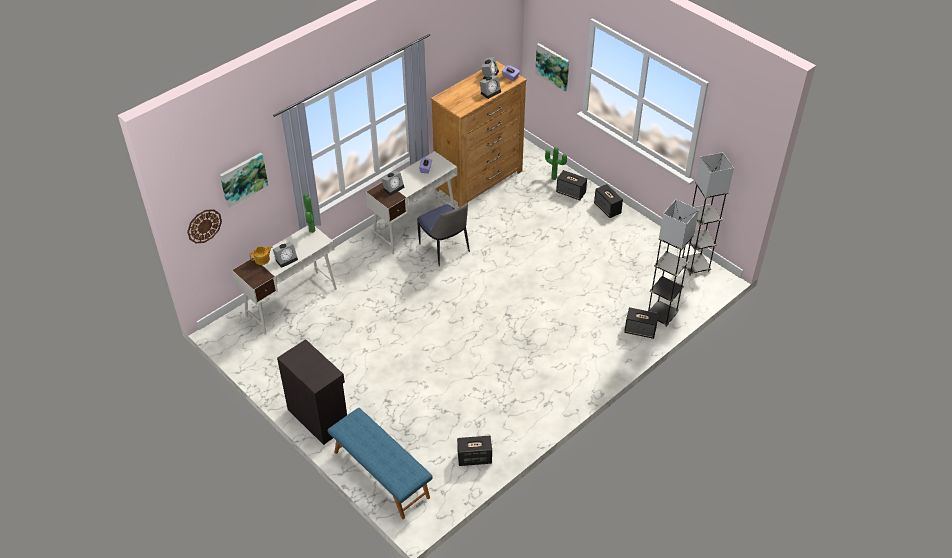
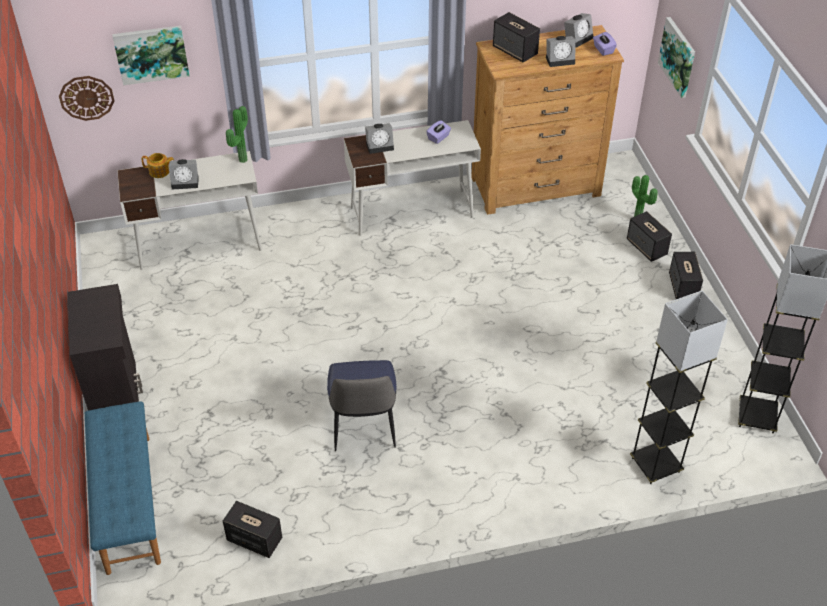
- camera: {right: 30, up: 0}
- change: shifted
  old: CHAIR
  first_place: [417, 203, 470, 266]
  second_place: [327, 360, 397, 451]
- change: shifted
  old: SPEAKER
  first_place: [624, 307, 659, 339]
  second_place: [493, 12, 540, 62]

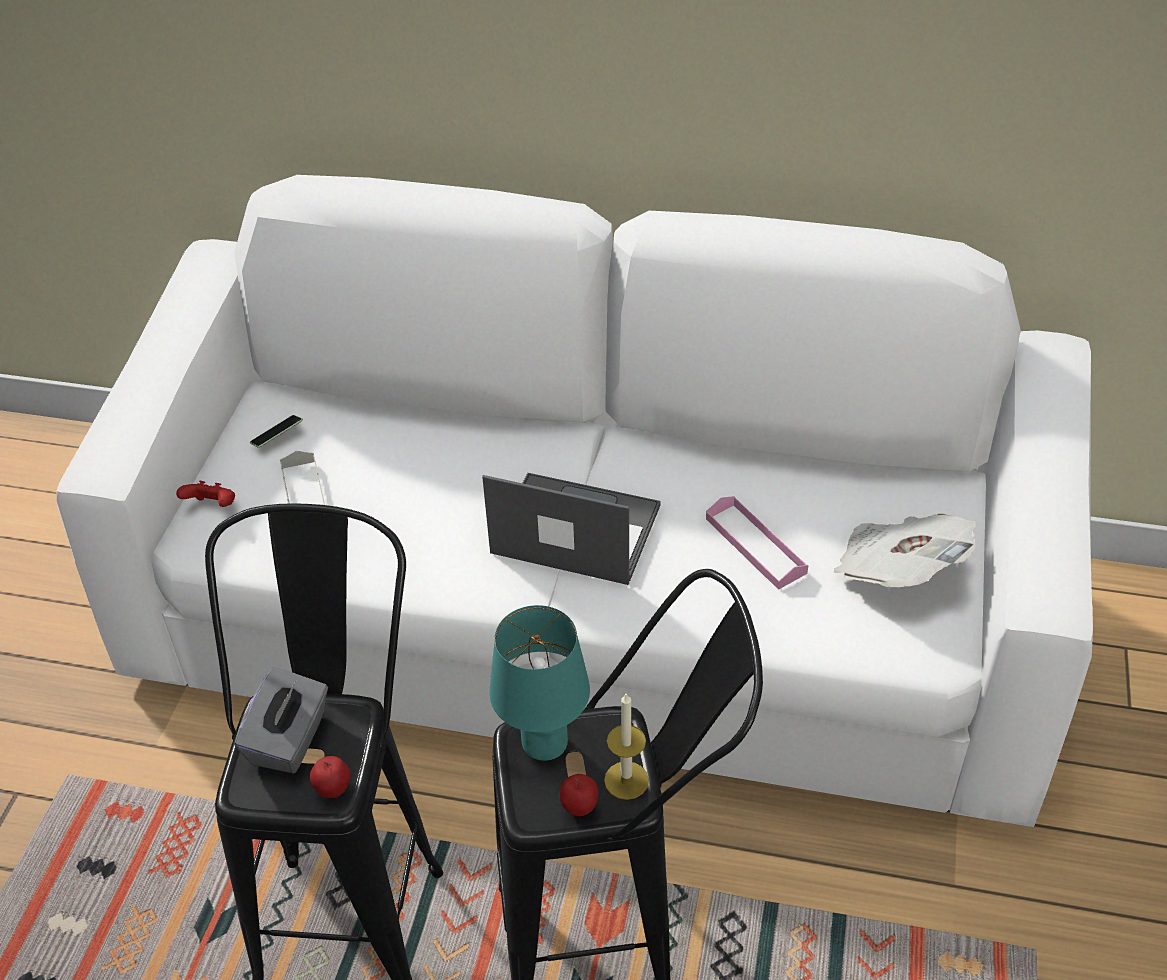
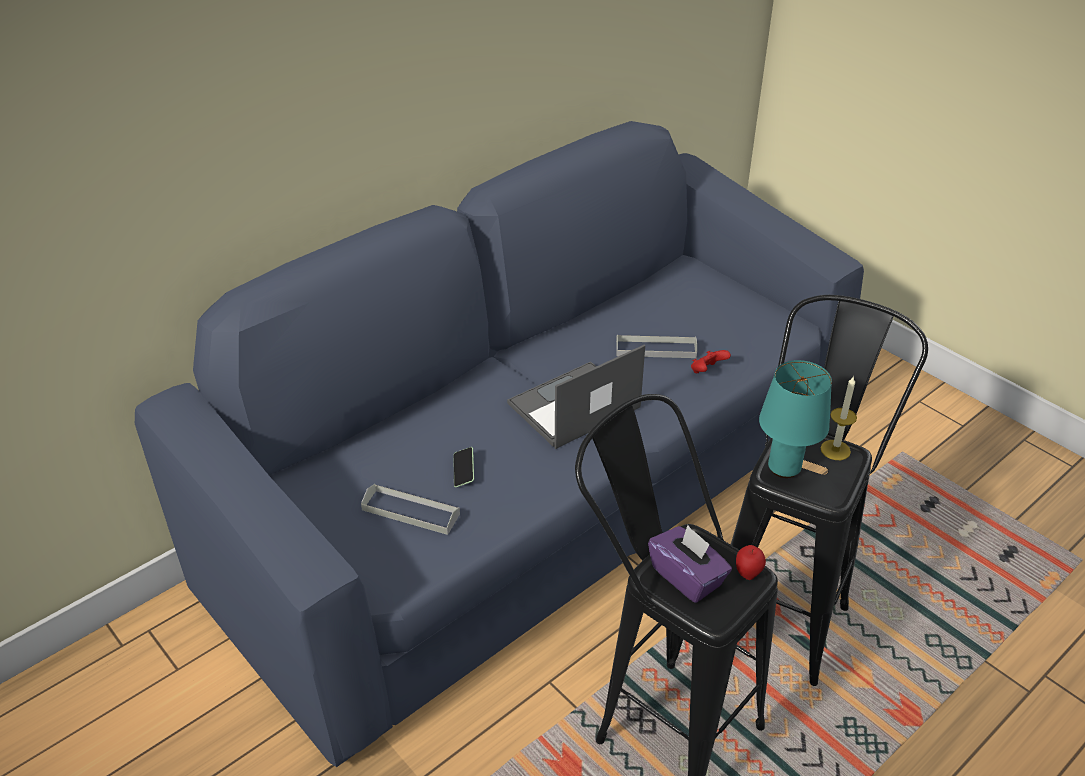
- camera: {right: -55, up: -5}
- change: repainted
  old: WHITE SOFA
  new: BLUE SOFA
  first_place: [57, 175, 1093, 827]
  second_place: [135, 121, 864, 767]
- change: shifted
  old: PHONE
  first_place: [250, 415, 303, 448]
  second_place: [453, 447, 474, 487]
- change: shifted
  old: RED GAME CONTROLLER
  first_place: [176, 481, 235, 507]
  second_place: [691, 350, 731, 373]
- change: repainted
  old: PINK TRAY
  new: GREY TRAY
  first_place: [706, 496, 808, 590]
  second_place: [616, 335, 697, 358]
- change: gone
  old: NEWSPAPER
  first_place: [834, 513, 977, 587]
- change: repainted
  old: GREY TISSUE BOX
  new: PURPLE TISSUE BOX
  first_place: [235, 667, 328, 774]
  second_place: [648, 525, 732, 603]
- change: gone
  old: APPLE
  first_place: [560, 774, 598, 816]

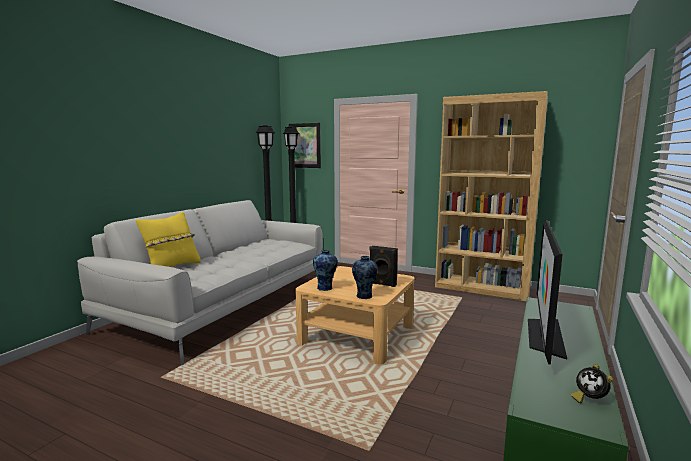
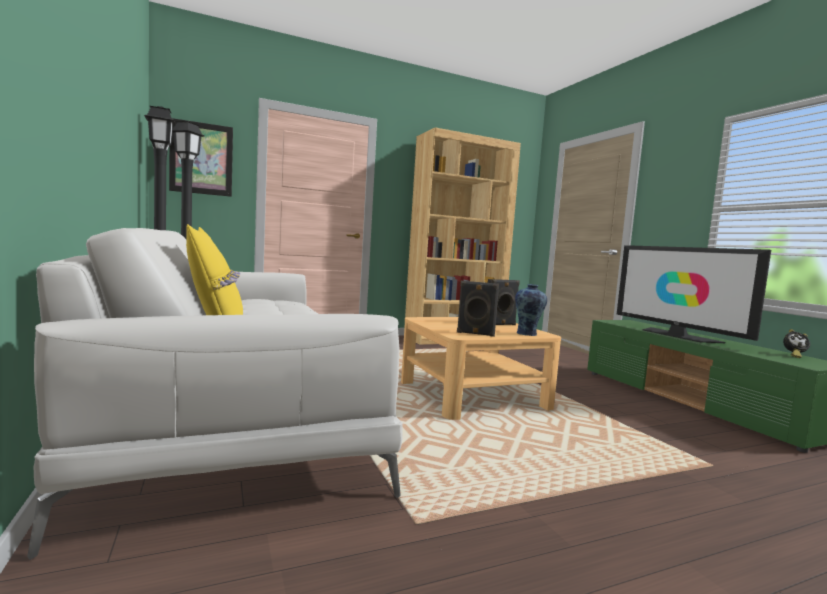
- camera: {right: -50, up: -5}
- change: swapped
  old: VASE
  new: BLACK SPEAKER
  first_place: [313, 250, 338, 291]
  second_place: [457, 281, 499, 337]

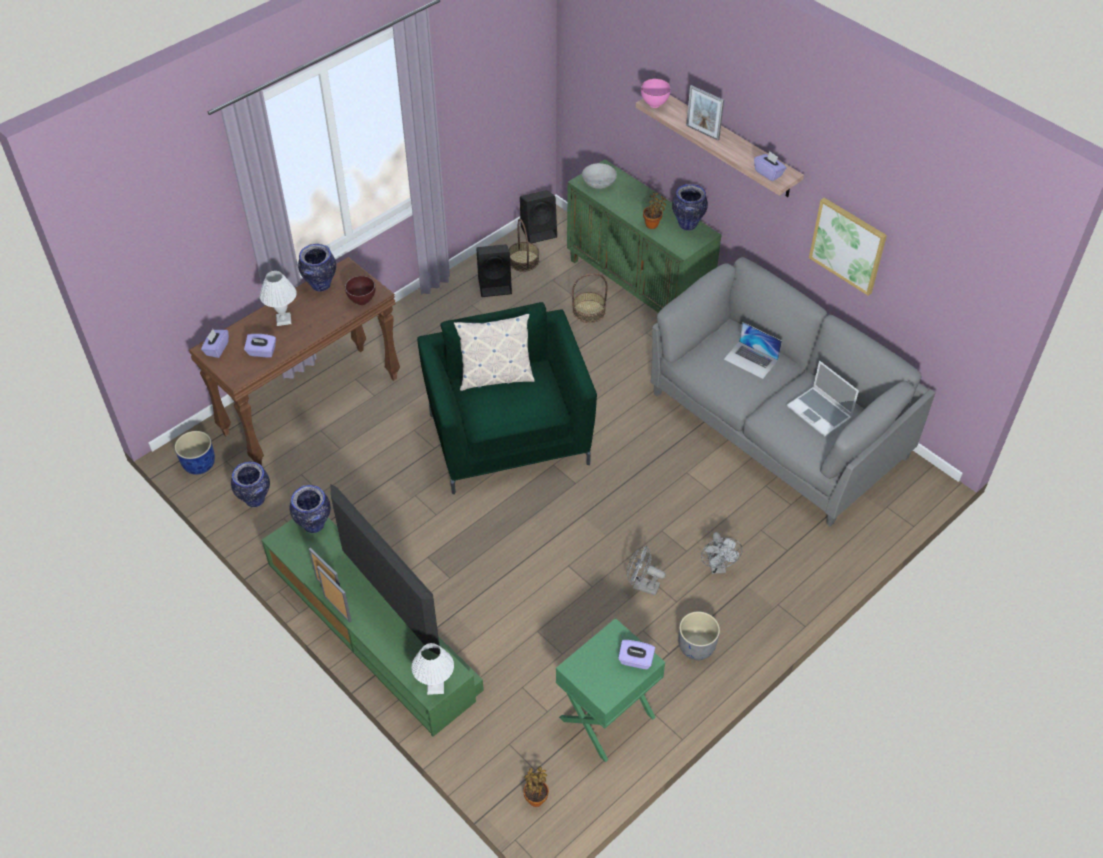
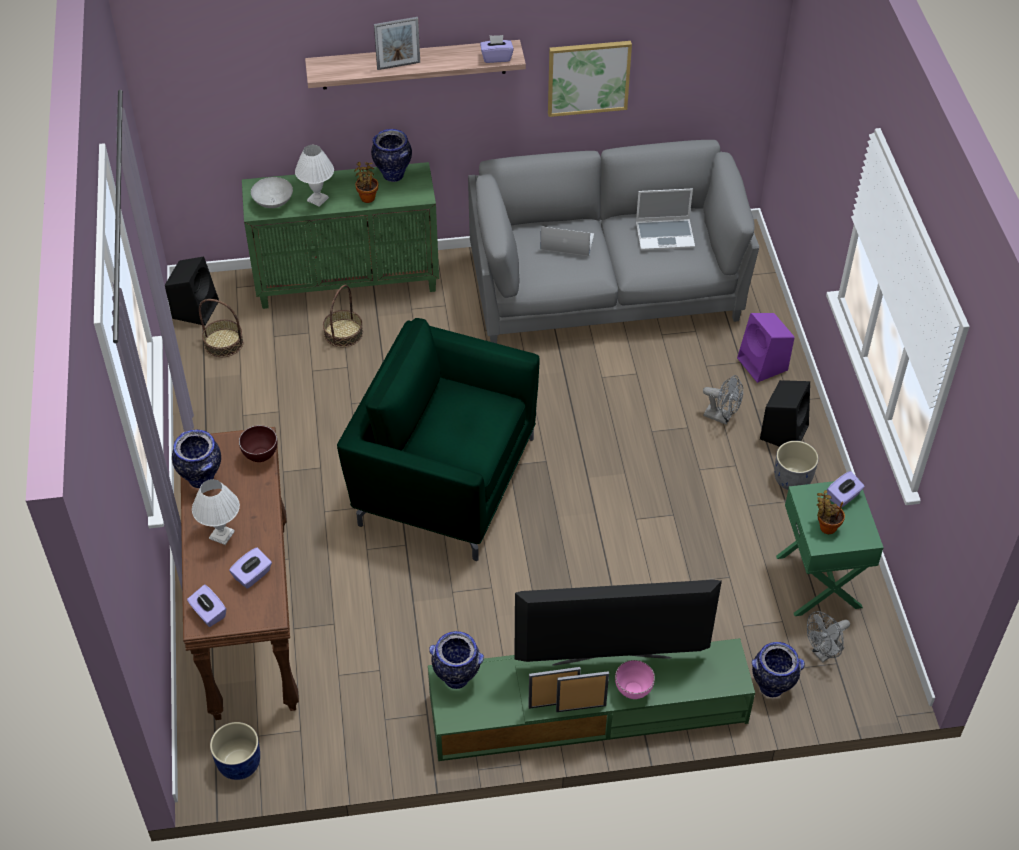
- camera: {right: -55, up: 0}
- change: shifted
  old: PINK BOWL
  first_place: [641, 78, 671, 108]
  second_place: [615, 660, 655, 699]
- change: shifted
  old: BLACK SPEAKER
  first_place: [476, 244, 512, 297]
  second_place: [760, 380, 810, 447]
- change: gone
  old: PILLOW
  first_place: [454, 314, 535, 391]
- change: rotated
  old: LAPTOP
  first_place: [724, 322, 782, 379]
  second_place: [540, 226, 594, 256]
  degrees: -150
- change: shifted
  old: VASE
  first_place: [231, 462, 270, 507]
  second_place: [752, 642, 805, 697]
- change: shifted
  old: GREY FAN
  first_place: [627, 546, 666, 595]
  second_place: [807, 611, 850, 662]
- change: shifted
  old: WHITE TABLE LAMP
  first_place: [412, 643, 454, 695]
  second_place: [295, 145, 334, 207]
- change: shifted
  old: POTTED PLANT
  first_place: [523, 767, 549, 807]
  second_place: [817, 490, 845, 534]
- change: new
  new: PURPLE SPEAKER
  second_place: [737, 313, 795, 383]

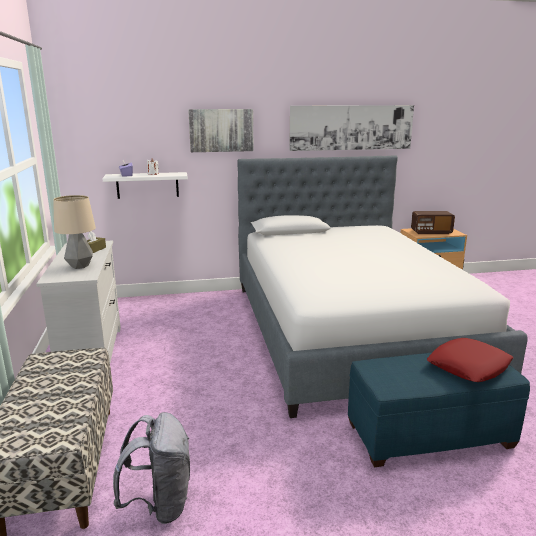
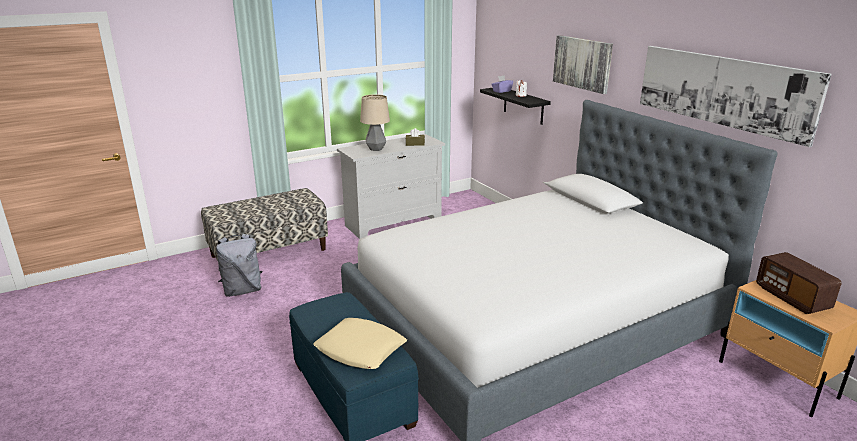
- camera: {right: 70, up: 5}
- change: repainted
  old: WHITE SHELF
  new: BLACK SHELF
  first_place: [102, 172, 188, 199]
  second_place: [480, 88, 551, 125]
- change: repainted
  old: RED PILLOW
  new: BEIGE PILLOW
  first_place: [427, 338, 513, 382]
  second_place: [313, 318, 407, 369]

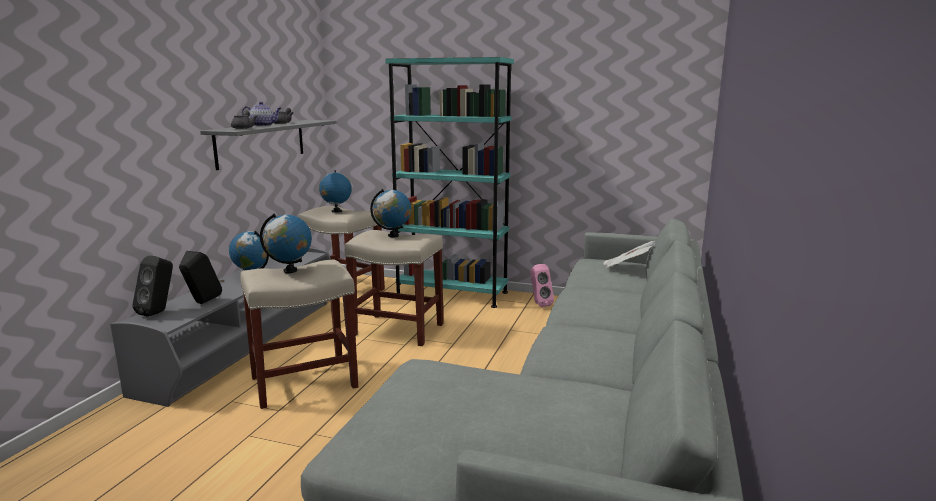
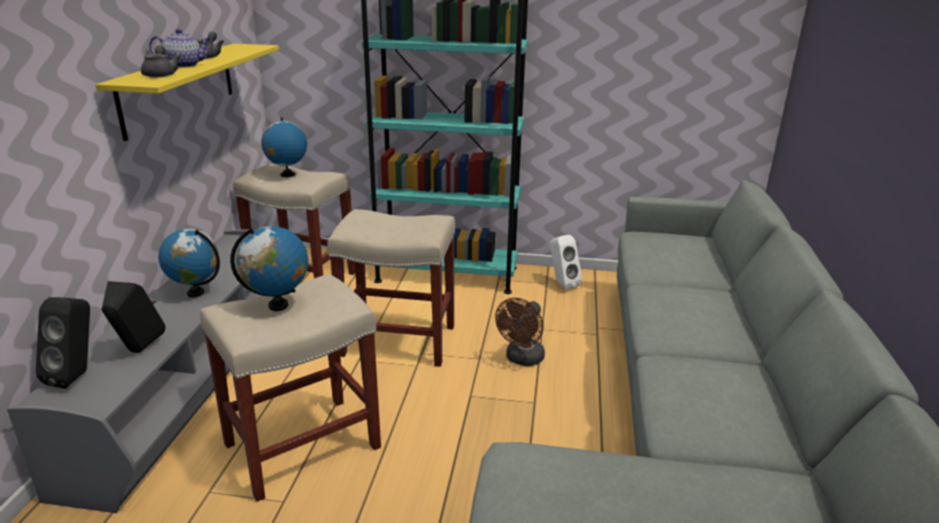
- camera: {right: -10, up: 10}
- change: repainted
  old: GREY SHELF
  new: YELLOW SHELF
  first_place: [200, 120, 337, 170]
  second_place: [95, 44, 279, 141]
- change: gone
  old: GLOBE
  first_place: [370, 189, 411, 238]
- change: gone
  old: NEWSPAPER
  first_place: [603, 241, 655, 268]
- change: repainted
  old: PINK SPEAKER
  new: WHITE SPEAKER
  first_place: [530, 264, 554, 307]
  second_place: [550, 235, 582, 290]
- change: new
  new: BROWN FAN
  second_place: [495, 298, 545, 366]

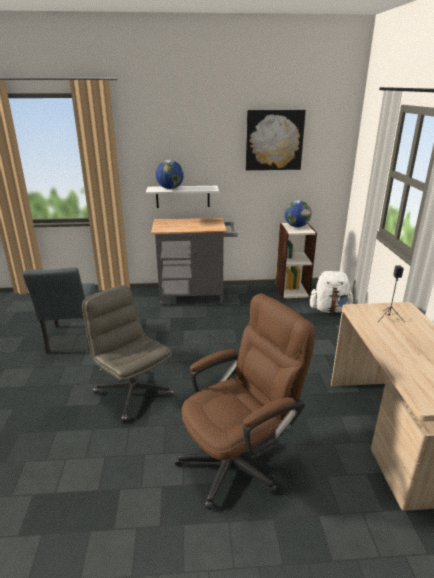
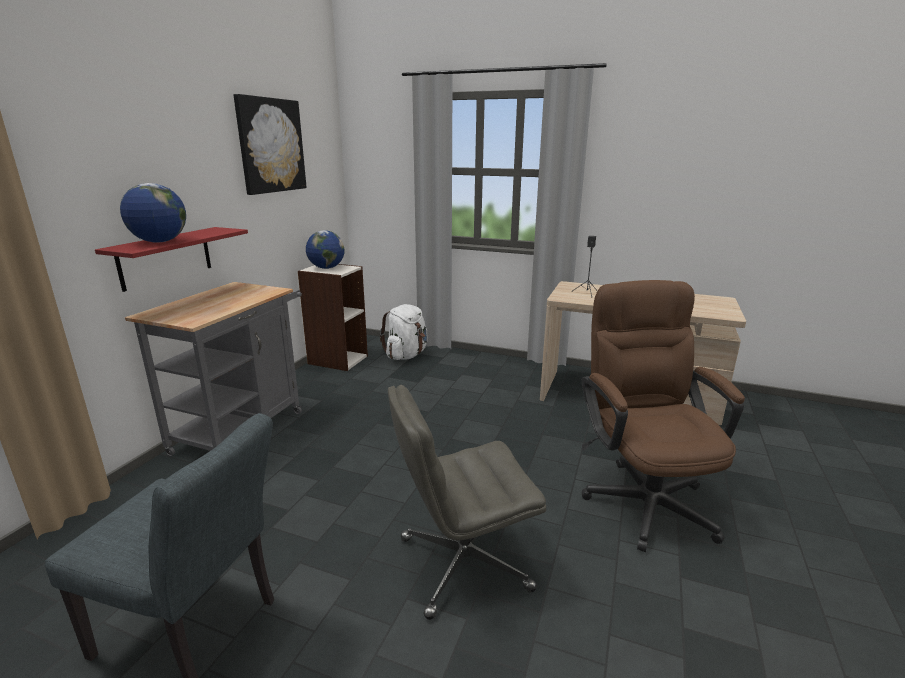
- camera: {right: -65, up: -5}
- change: repainted
  old: WHITE SHELF
  new: RED SHELF
  first_place: [146, 186, 219, 208]
  second_place: [95, 227, 248, 292]

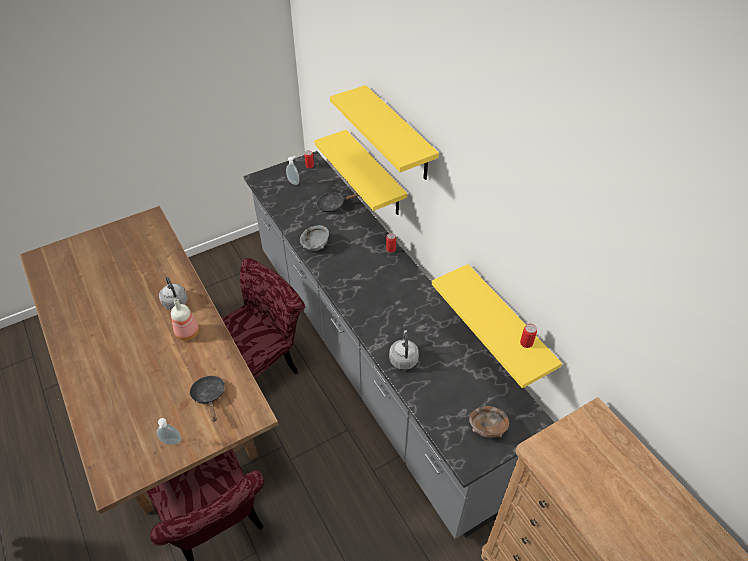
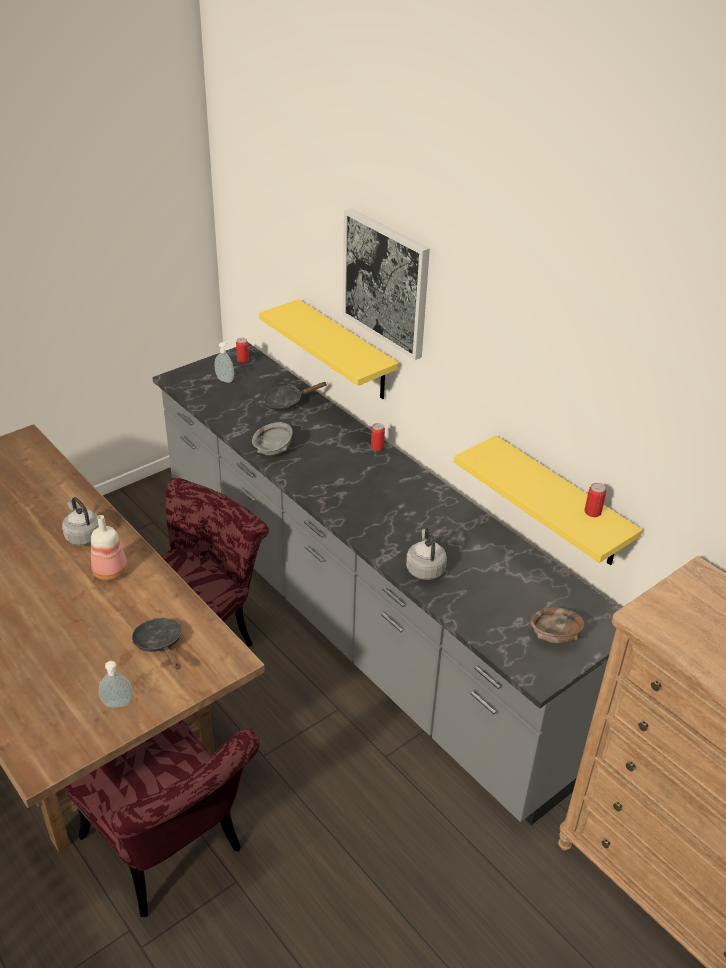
- camera: {right: -10, up: -10}
- change: swapped
  old: YELLOW SHELF
  new: PICTURE
  first_place: [330, 85, 439, 180]
  second_place: [342, 208, 430, 360]

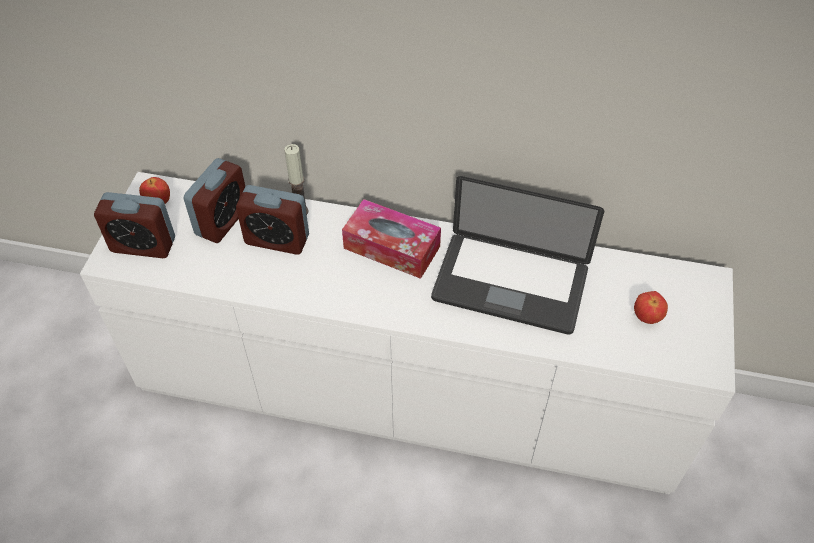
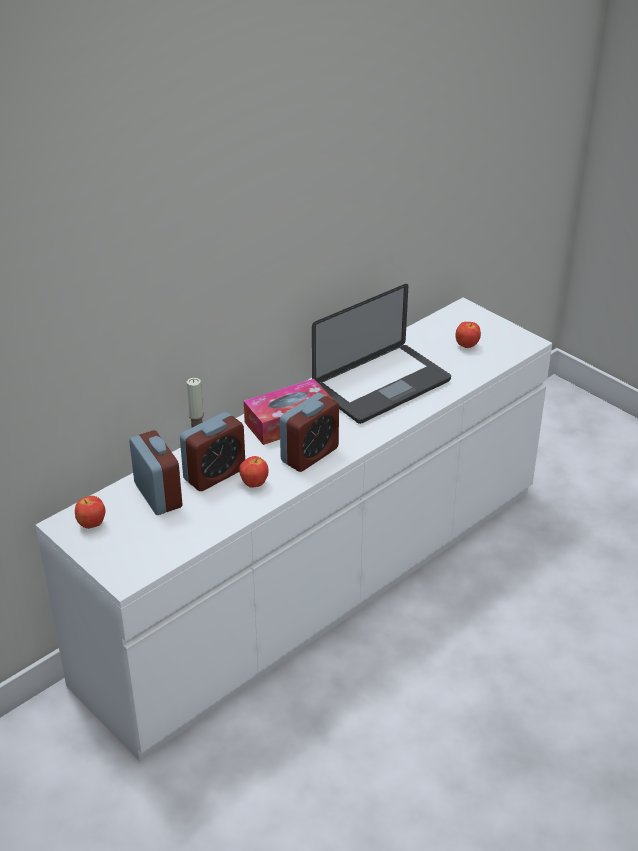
- camera: {right: -55, up: -15}
- change: shifted
  old: ALARM CLOCK
  first_place: [94, 192, 175, 258]
  second_place: [280, 393, 339, 472]
- change: new
  new: APPLE
  second_place: [239, 456, 268, 488]

